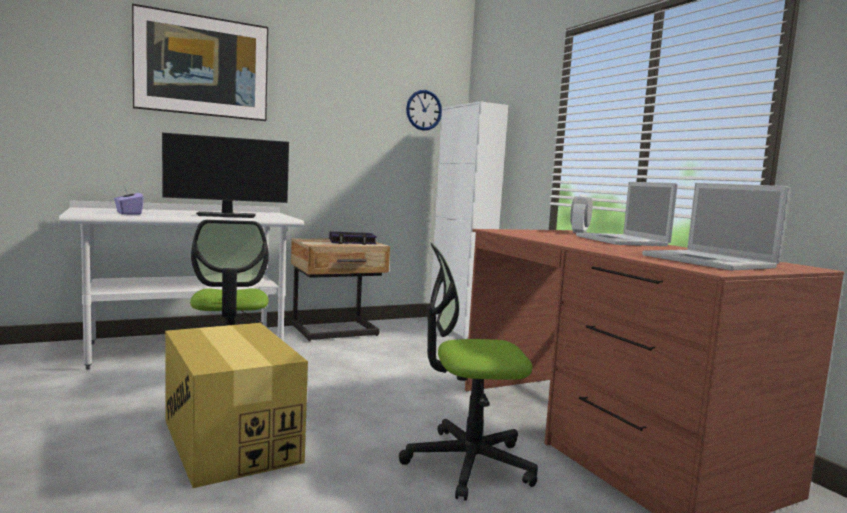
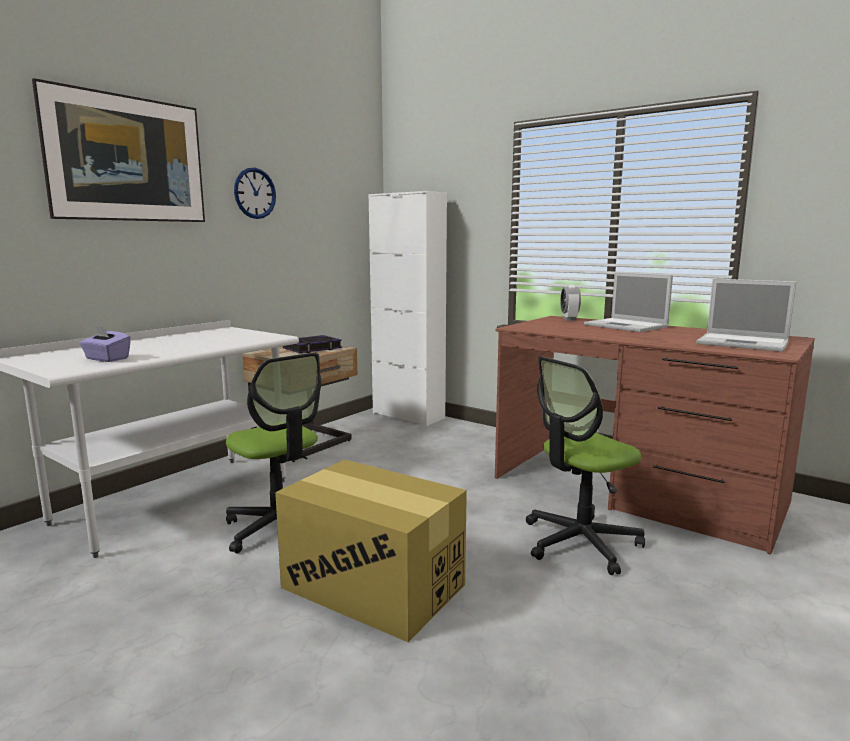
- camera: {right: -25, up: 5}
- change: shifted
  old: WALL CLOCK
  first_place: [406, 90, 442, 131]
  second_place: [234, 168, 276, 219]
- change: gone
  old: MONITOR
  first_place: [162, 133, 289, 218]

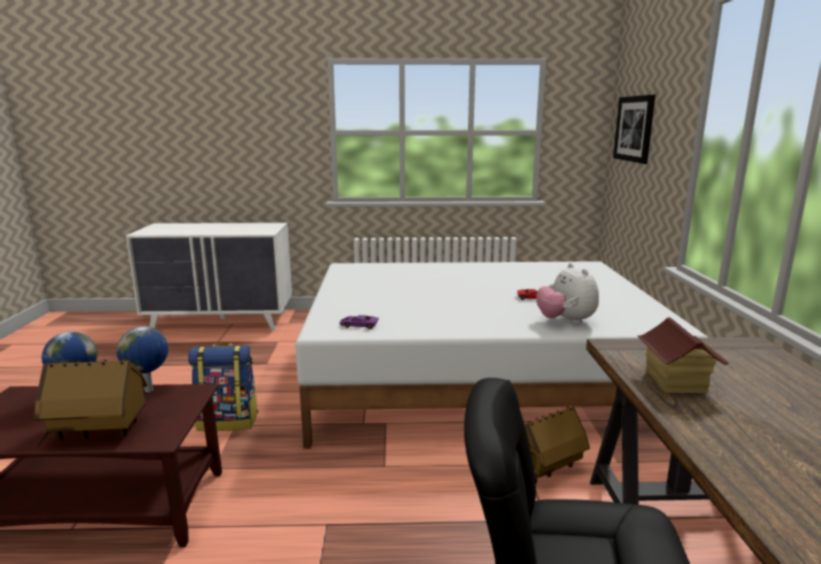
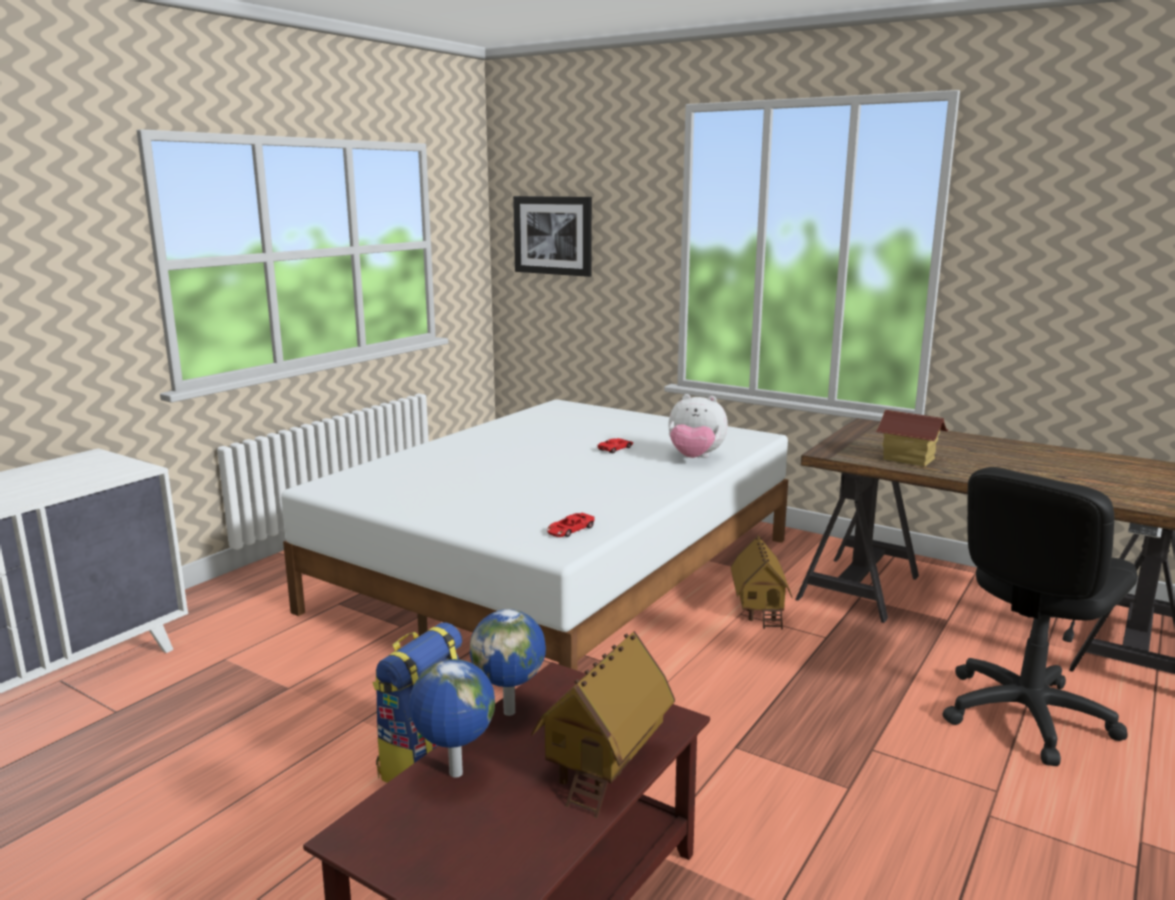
- camera: {right: -55, up: 0}
- change: repainted
  old: PURPLE TOY CAR
  new: RED TOY CAR
  first_place: [339, 315, 379, 329]
  second_place: [547, 513, 595, 537]

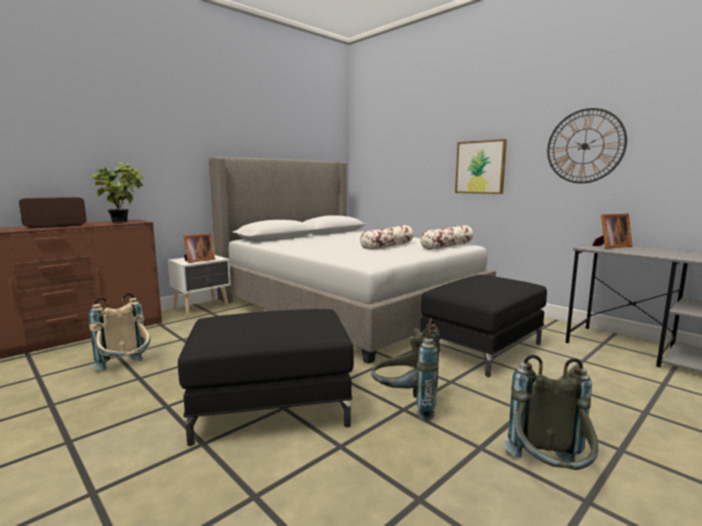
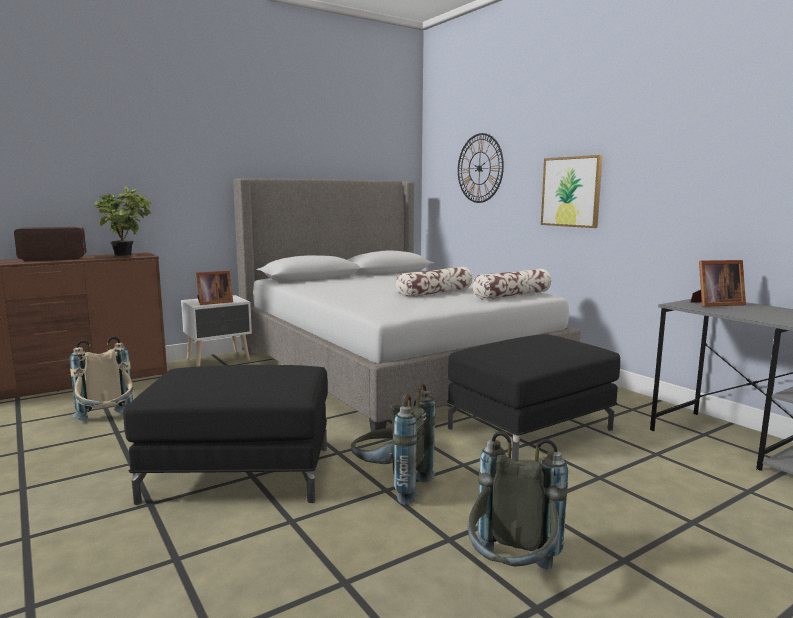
- camera: {right: 10, up: 0}
- change: shifted
  old: WALL CLOCK
  first_place: [547, 108, 627, 183]
  second_place: [458, 133, 504, 203]

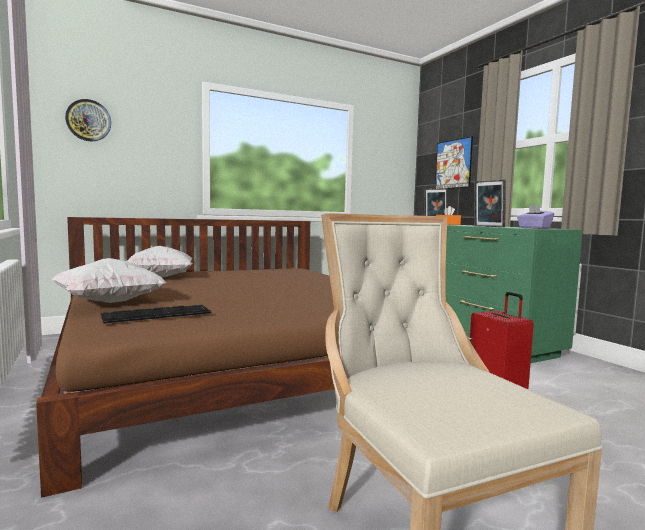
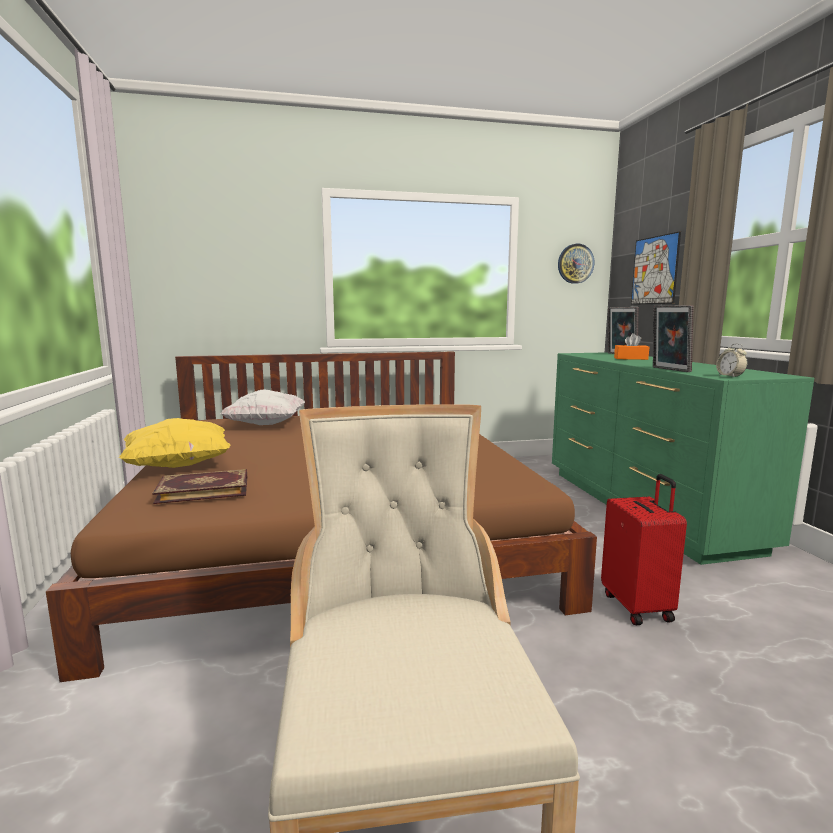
- camera: {right: 15, up: 5}
- change: shifted
  old: WALL CLOCK
  first_place: [65, 99, 111, 141]
  second_place: [558, 244, 594, 284]
- change: swapped
  old: PURPLE TISSUE BOX
  new: ALARM CLOCK
  first_place: [517, 205, 554, 229]
  second_place: [716, 343, 747, 377]
- change: repainted
  old: WHITE PILLOW
  new: YELLOW PILLOW
  first_place: [51, 258, 166, 303]
  second_place: [118, 418, 231, 468]
- change: swapped
  old: KEYBOARD
  new: BOOK
  first_place: [101, 305, 211, 324]
  second_place: [152, 469, 247, 504]

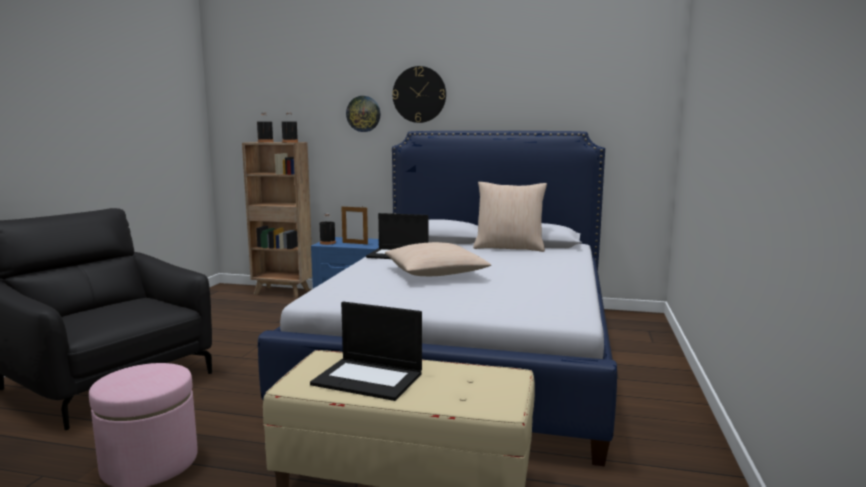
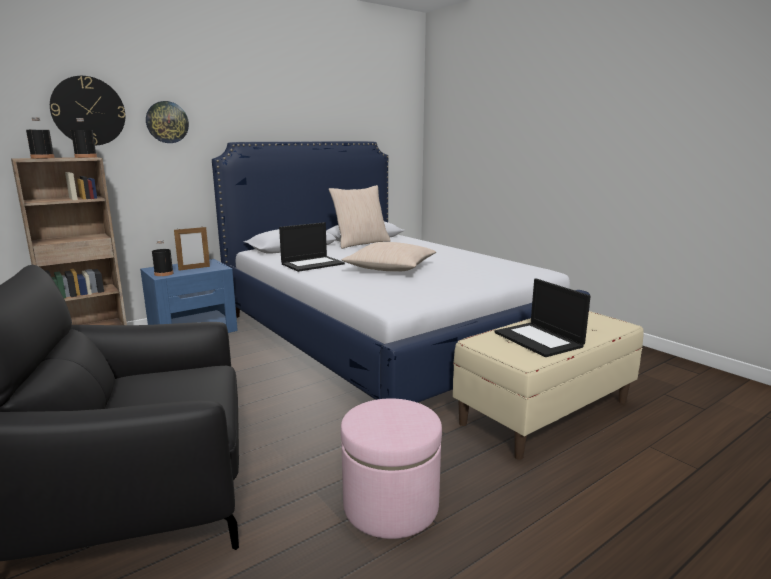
- camera: {right: -50, up: 5}
- change: shifted
  old: WALL CLOCK
  first_place: [392, 66, 446, 123]
  second_place: [50, 76, 125, 146]
- change: rotated
  old: LAPTOP
  first_place: [310, 302, 422, 401]
  second_place: [495, 278, 591, 357]
  degrees: 90

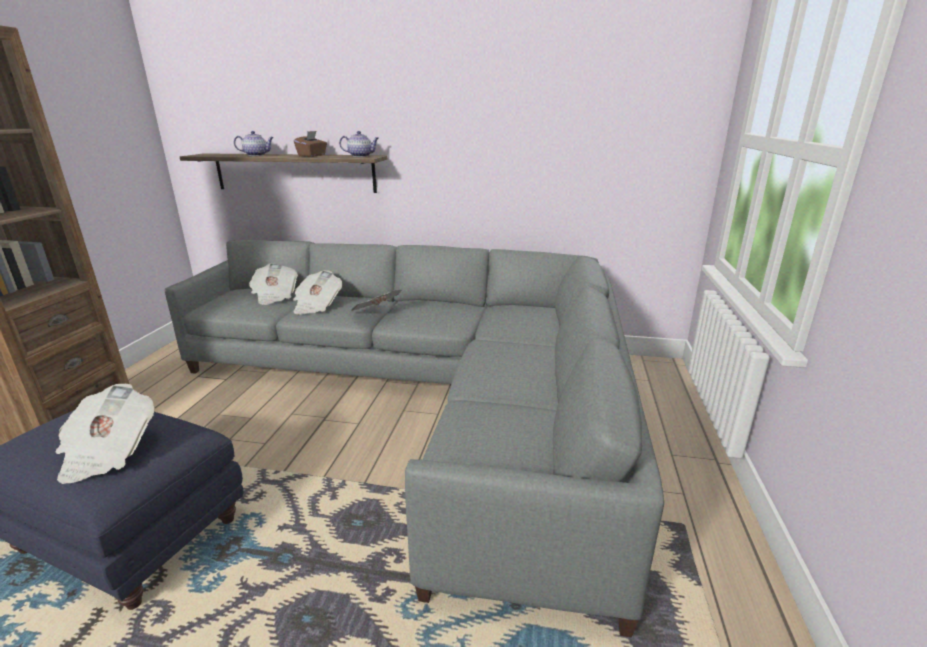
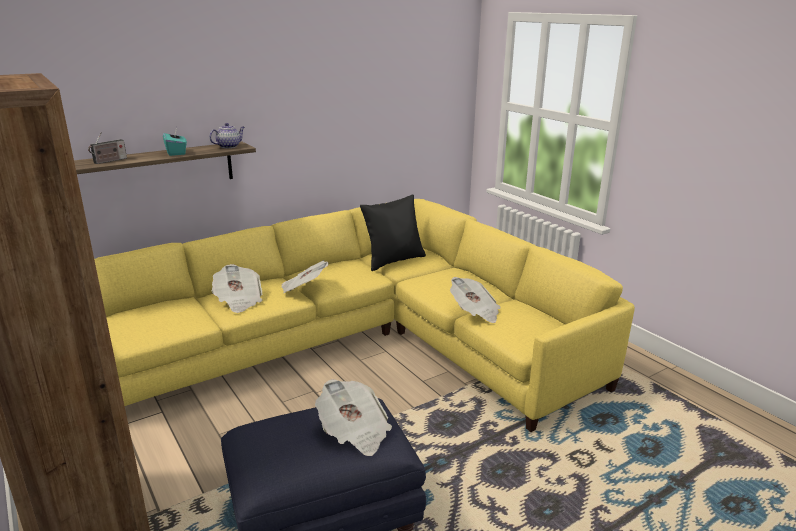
- camera: {right: -45, up: 0}
- change: swapped
  old: TEAPOT
  new: RADIO
  first_place: [234, 131, 274, 156]
  second_place: [88, 133, 127, 164]
- change: repainted
  old: BROWN TISSUE BOX
  new: TURQUOISE TISSUE BOX
  first_place: [294, 131, 327, 157]
  second_place: [163, 128, 187, 156]
- change: repainted
  old: GREY SOFA
  new: YELLOW SOFA
  first_place: [164, 240, 664, 638]
  second_place: [94, 199, 635, 432]
- change: shifted
  old: NEWSPAPER
  first_place: [249, 263, 298, 305]
  second_place: [450, 277, 500, 323]
- change: new
  new: BLACK PILLOW
  second_place: [360, 195, 426, 271]

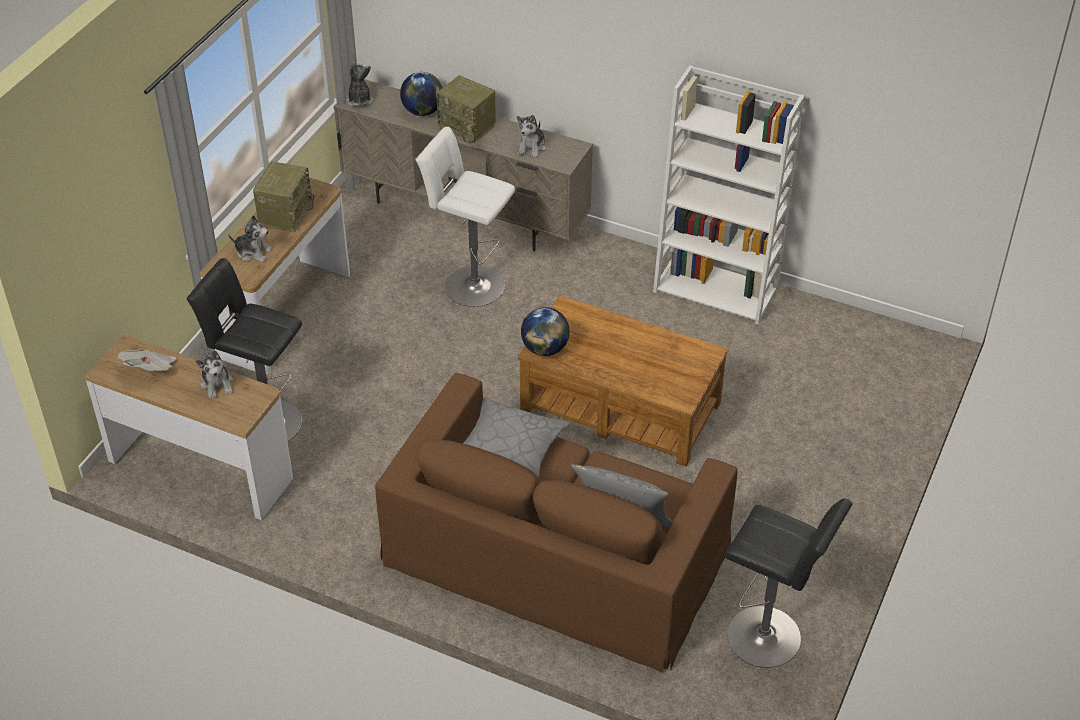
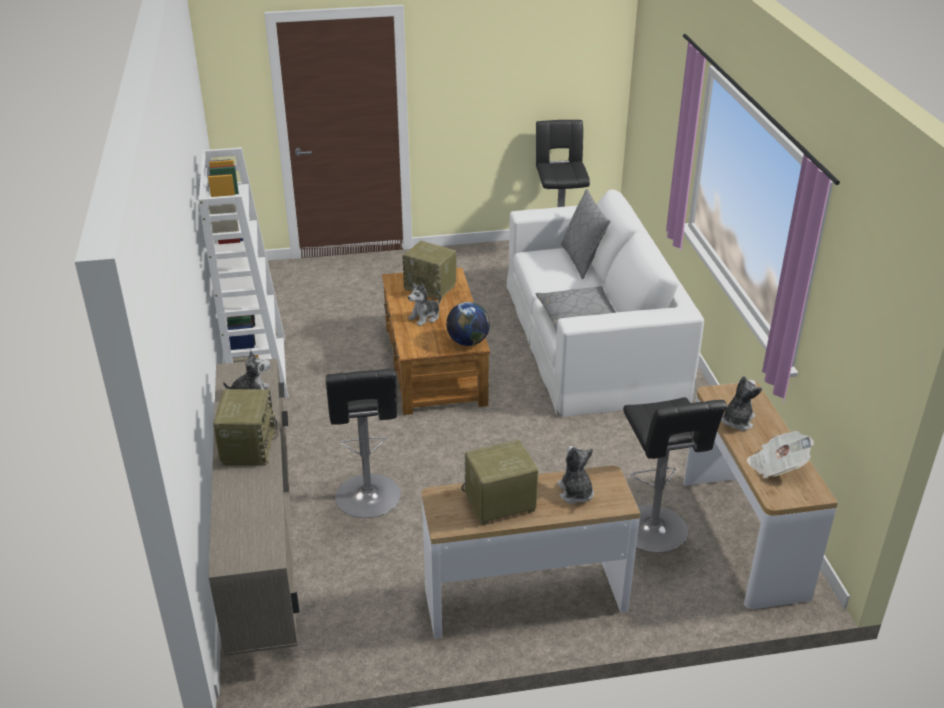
- camera: {right: -125, up: -10}
- change: shifted
  old: PLUSH TOY
  first_place: [346, 62, 373, 107]
  second_place: [408, 283, 442, 326]
- change: gone
  old: GLOBE
  first_place: [400, 72, 443, 116]
- change: repainted
  old: WHITE STOOL
  new: BLACK STOOL
  first_place: [416, 127, 515, 307]
  second_place: [326, 369, 401, 518]
- change: repainted
  old: BROWN SOFA
  new: WHITE SOFA
  first_place: [375, 373, 738, 673]
  second_place: [506, 190, 704, 417]
- change: new
  new: RADIO
  second_place: [403, 241, 456, 300]

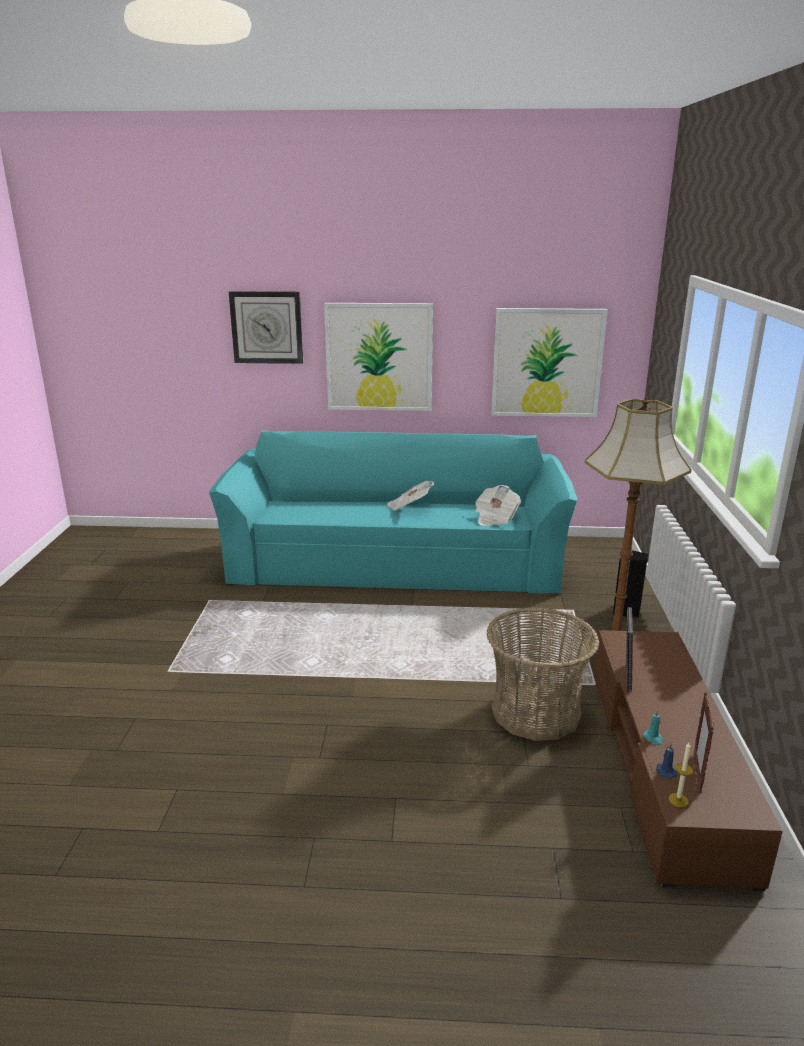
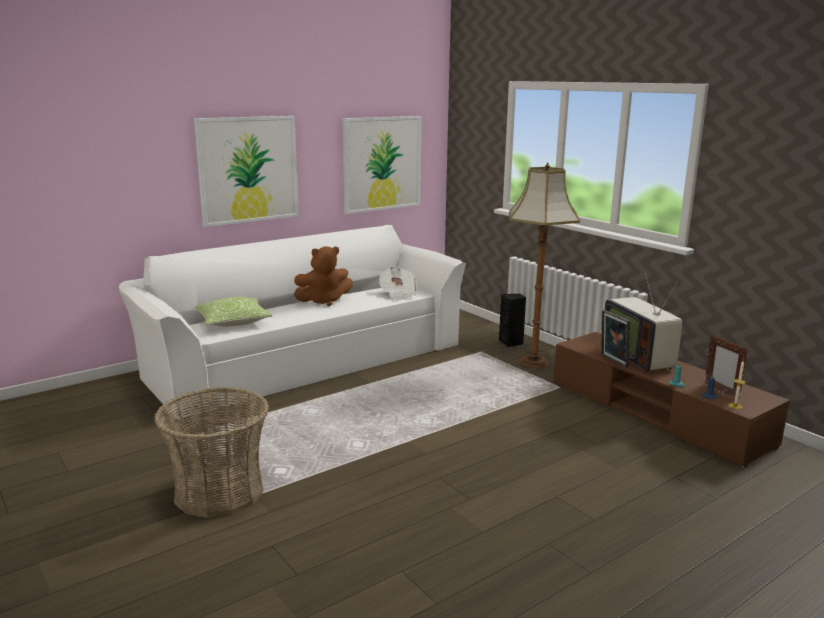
- camera: {right: -40, up: -5}
- change: gone
  old: WALL CLOCK
  first_place: [229, 291, 303, 364]
- change: repainted
  old: TURQUOISE SOFA
  new: WHITE SOFA
  first_place: [209, 430, 577, 593]
  second_place: [119, 225, 466, 420]
- change: swapped
  old: NEWSPAPER
  new: BROWN PLUSH TOY
  first_place: [387, 481, 434, 511]
  second_place: [294, 246, 353, 306]
- change: shifted
  old: BASKET
  first_place: [486, 607, 599, 741]
  second_place: [154, 387, 269, 518]
- change: new
  new: TELEVISION
  second_place: [605, 273, 683, 373]
- change: new
  new: PILLOW
  second_place: [195, 297, 273, 326]

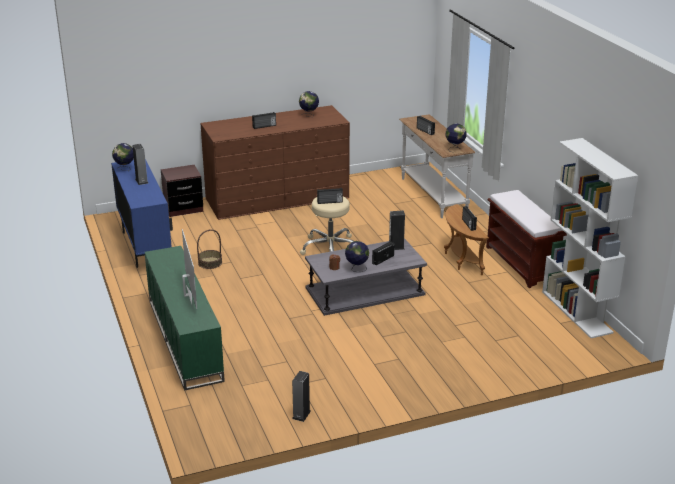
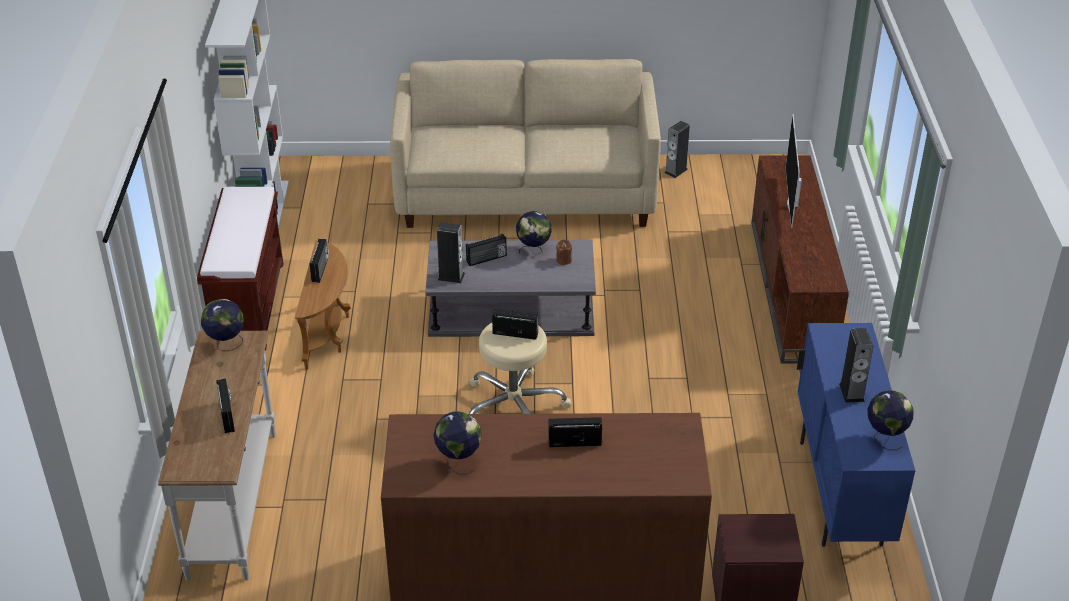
- camera: {right: -160, up: 10}
- change: gone
  old: BASKET
  first_place: [197, 229, 222, 269]
- change: repainted
  old: GREEN TV STAND
  new: BROWN TV STAND
  first_place: [145, 246, 225, 390]
  second_place: [751, 155, 849, 363]
- change: new
  new: BEIGE SOFA
  second_place: [390, 59, 661, 228]

